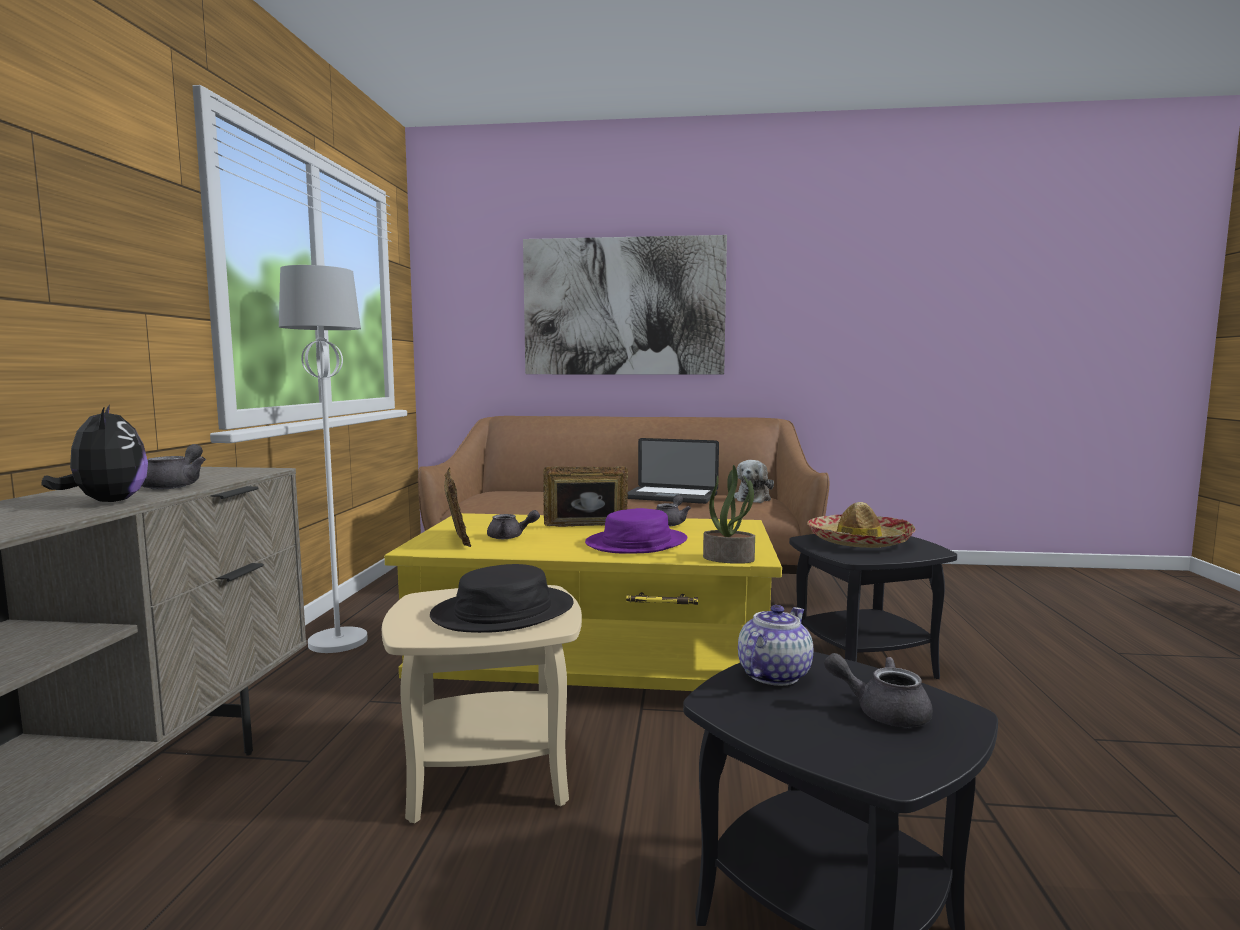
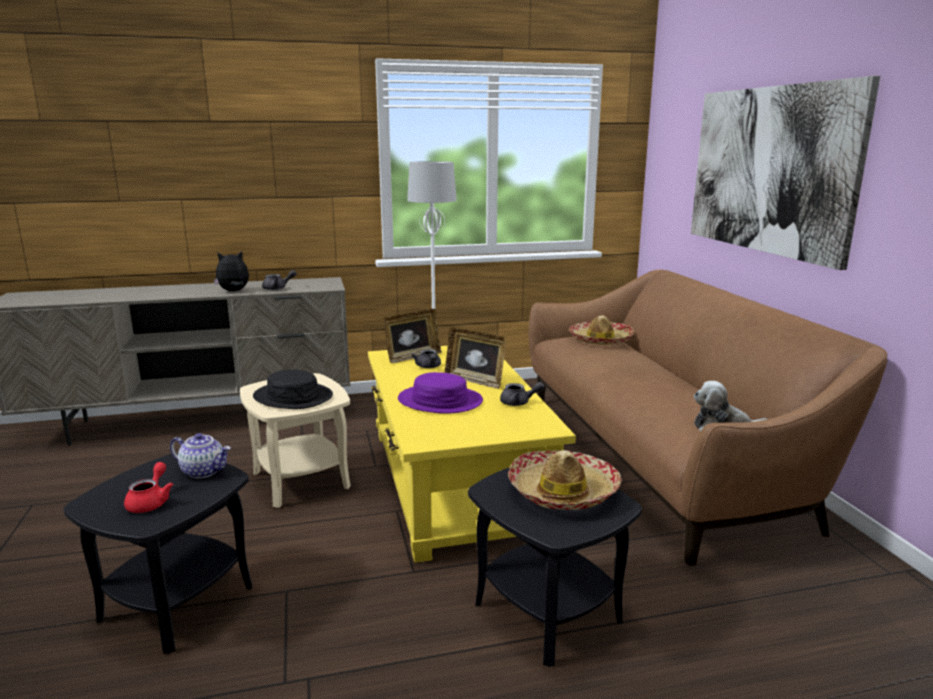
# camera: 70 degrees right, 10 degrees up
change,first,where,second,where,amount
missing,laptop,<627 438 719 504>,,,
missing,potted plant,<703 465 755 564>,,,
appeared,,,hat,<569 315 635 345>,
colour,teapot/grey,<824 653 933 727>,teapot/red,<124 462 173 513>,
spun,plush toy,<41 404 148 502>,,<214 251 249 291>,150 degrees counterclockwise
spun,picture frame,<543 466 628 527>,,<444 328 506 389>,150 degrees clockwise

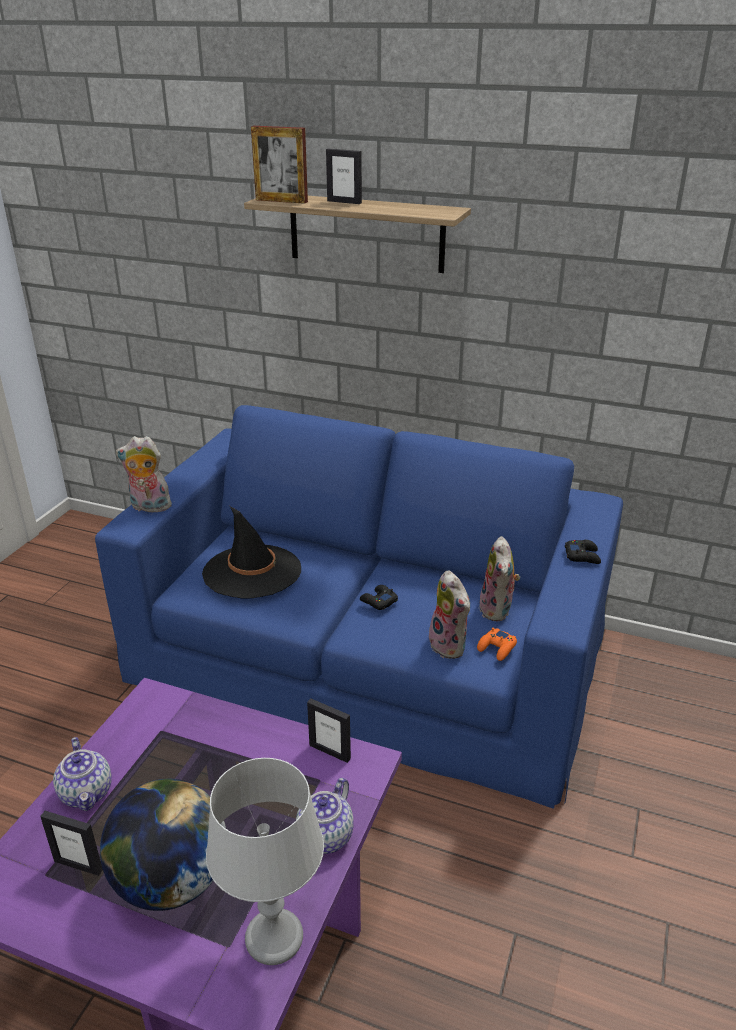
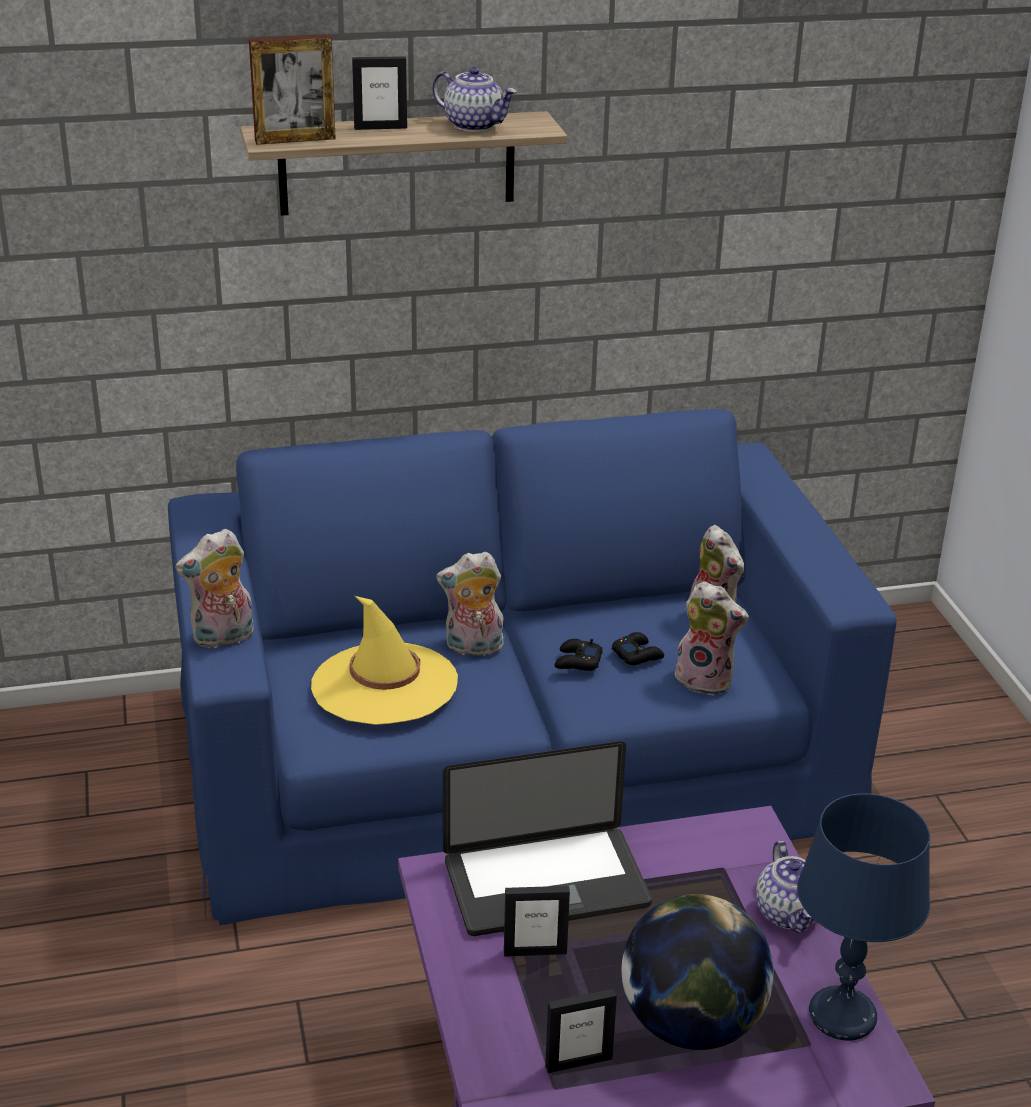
# camera: 35 degrees left, 0 degrees up
change,first,where,second,where,amount
missing,game controller/orange,<477 627 517 661>,,,
appeared,,,plush toy,<436 551 505 656>,
appeared,,,laptop,<443 741 652 936>,
relocated,teapot,<53 737 112 811>,,<432 67 517 132>,
relocated,picture frame,<307 698 351 763>,,<504 886 570 957>,
relocated,game controller/black,<565 540 601 564>,,<612 632 664 665>,
colour,hat/black,<202 506 301 599>,hat/yellow,<311 596 458 725>,
colour,table lamp/grey,<206 758 324 965>,table lamp/blue,<797 794 930 1041>,

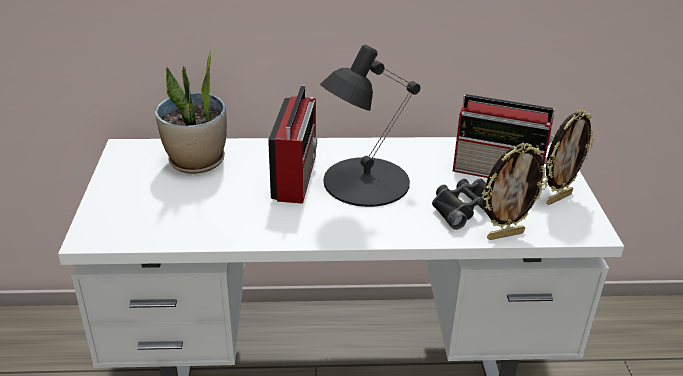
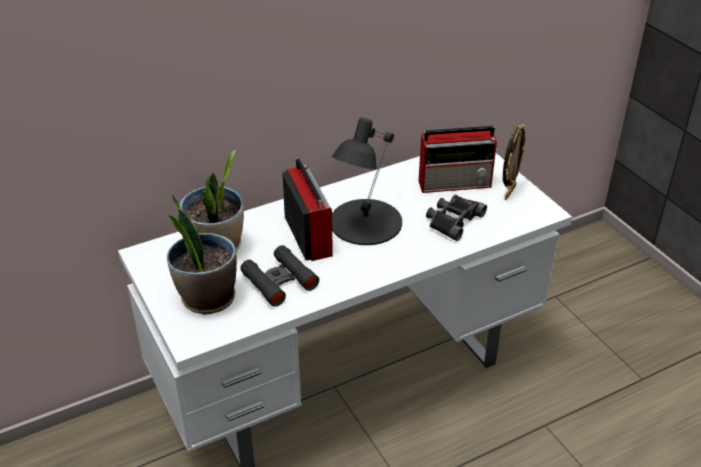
# camera: 25 degrees left, 5 degrees up
change,first,where,second,where,amount
missing,picture frame,<482 143 548 240>,,,
appeared,,,potted plant,<167 193 237 315>,
appeared,,,binoculars/black,<240 245 319 307>,

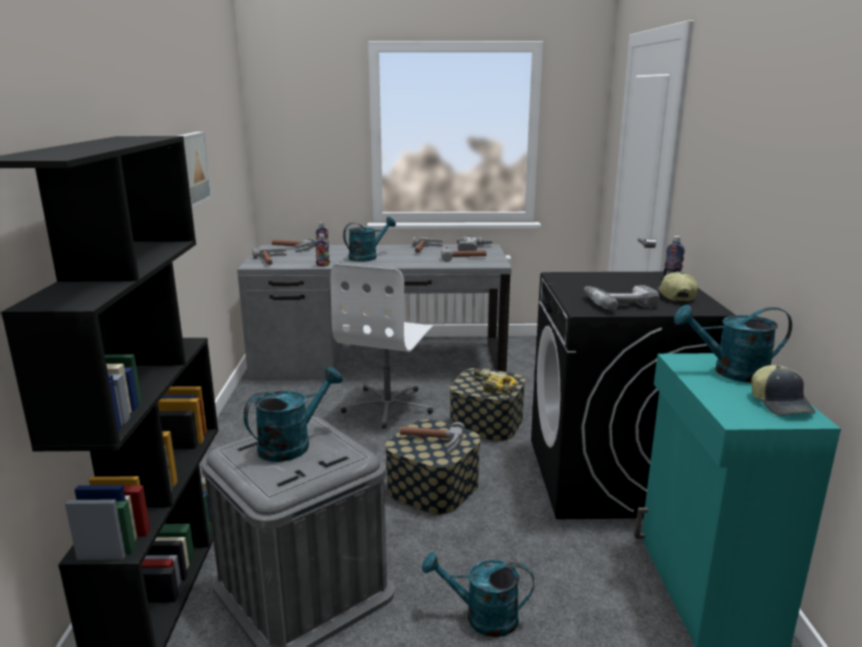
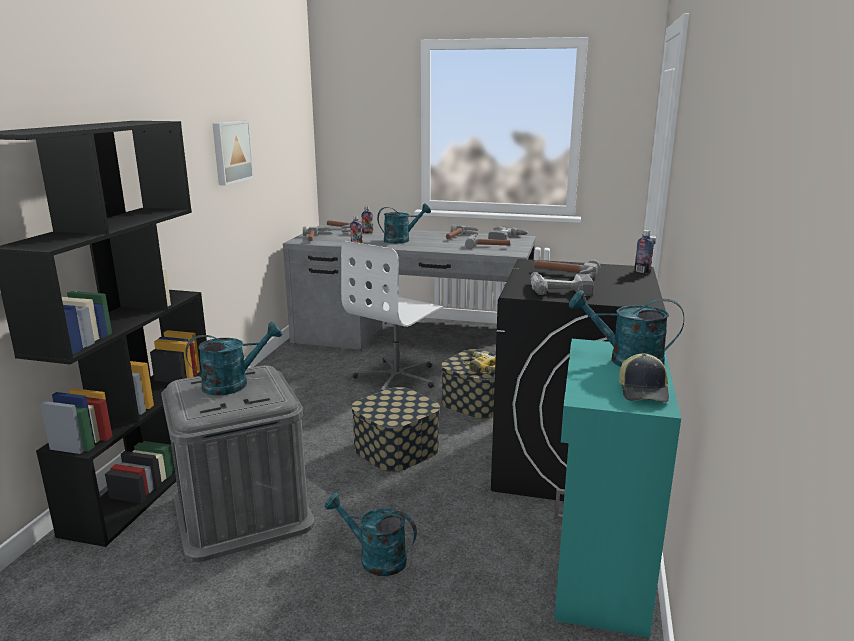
# camera: 15 degrees right, 0 degrees up
change,first,where,second,where,amount
missing,cap,<657 271 698 301>,,,
relocated,hammer,<400 422 465 454>,,<534 260 601 278>,

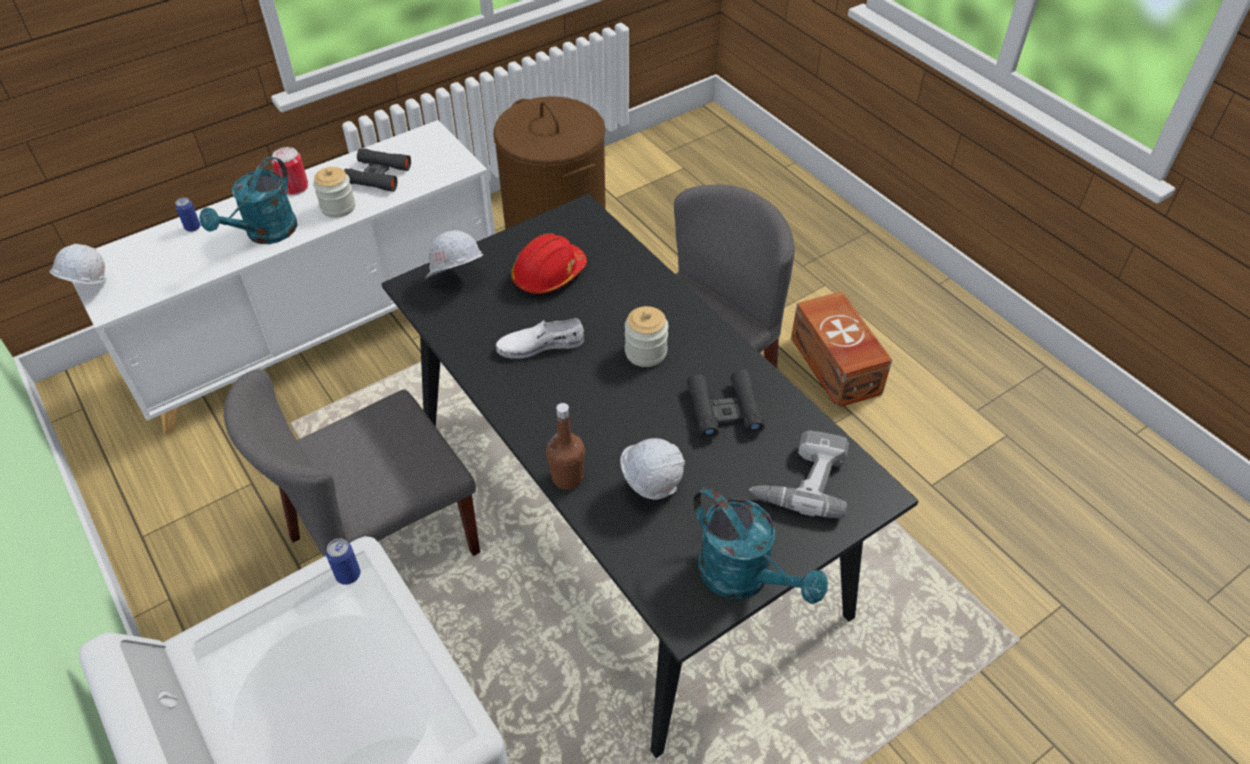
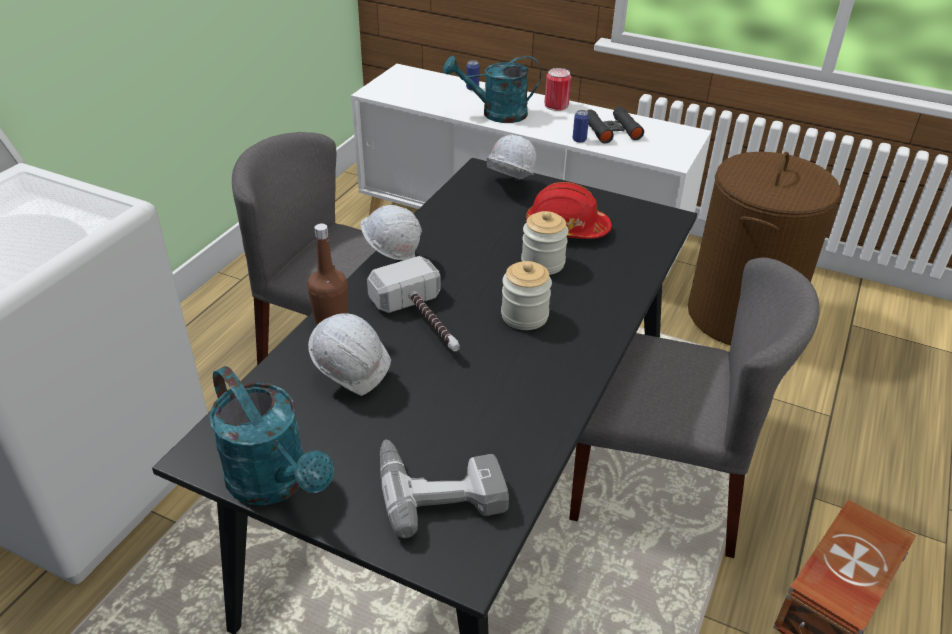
# camera: 60 degrees right, 10 degrees down
change,first,where,second,where,amount
missing,shoe/white,<496 318 584 359>,,,
missing,binoculars/black,<687 369 765 439>,,,
appeared,,,hammer,<367 256 460 351>,
relocated,hard hat/white,<50 244 107 284>,,<360 205 422 261>,
relocated,jar,<313 167 355 218>,,<521 211 569 275>,
relocated,can,<326 538 360 585>,,<572 110 589 143>,
spun,watering can/turquoise,<693 486 828 604>,,<209 366 334 506>,60 degrees counterclockwise

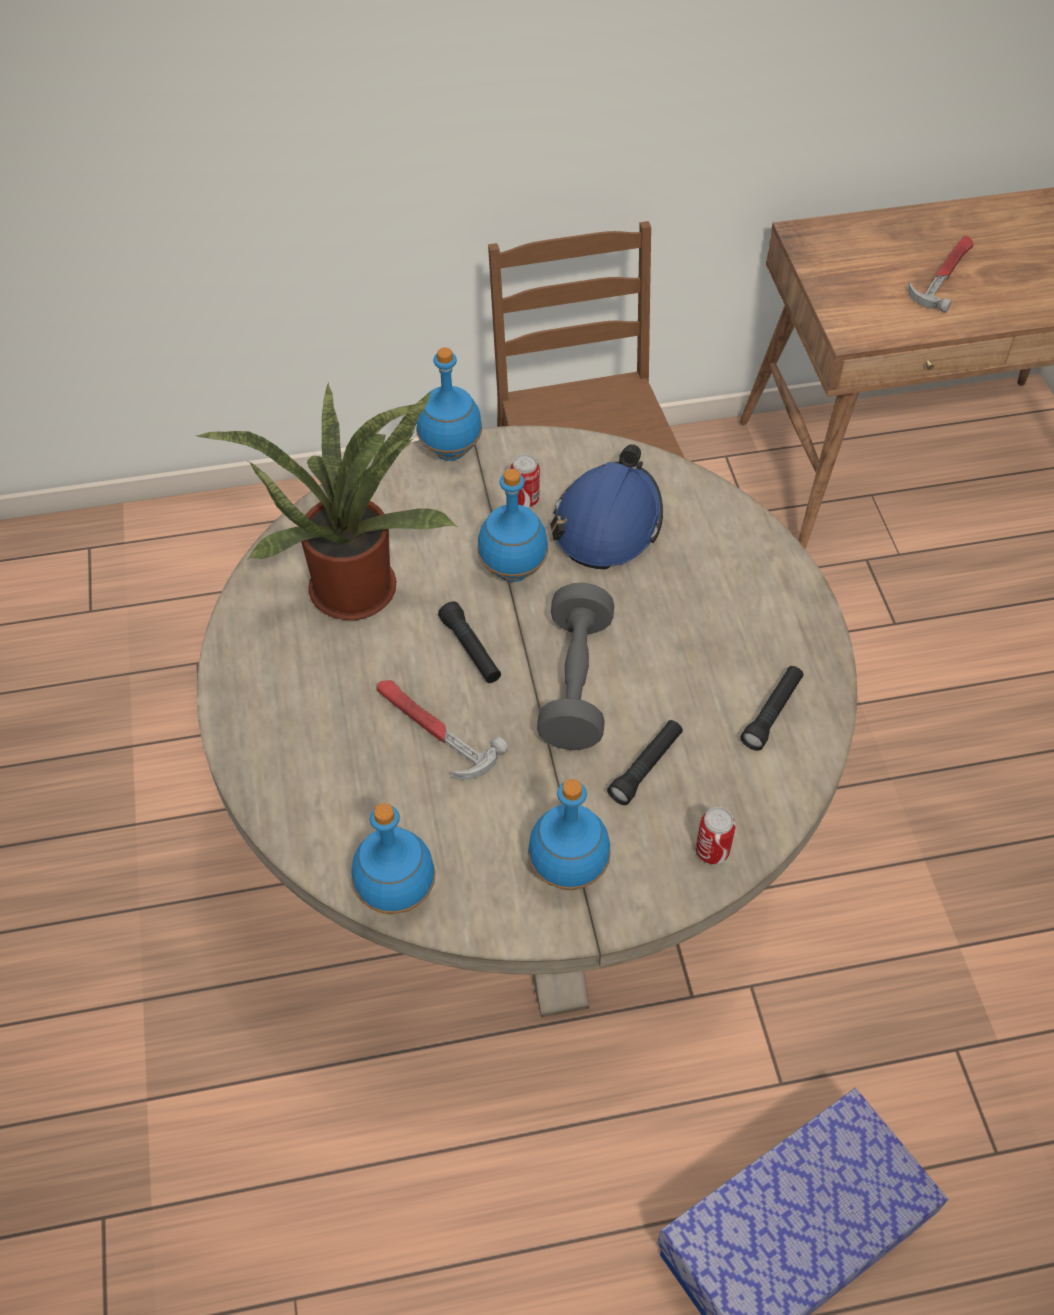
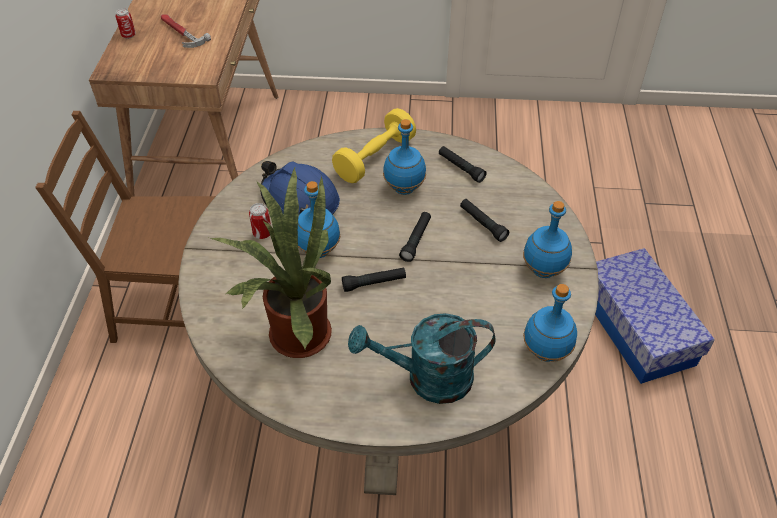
# camera: 75 degrees left, 5 degrees down
change,first,where,second,where,amount
missing,hammer,<377 680 508 780>,,,
appeared,,,dumbbell/yellow,<332 108 416 183>,
appeared,,,watering can/turquoise,<348 313 496 404>,
relocated,bottle/blue,<416 348 482 461>,,<383 119 426 195>,
relocated,can,<696 807 736 864>,,<116 8 136 39>,
exchanged,dumbbell/grey,<537 583 614 750>,flashlight/black,<399 212 431 262>,

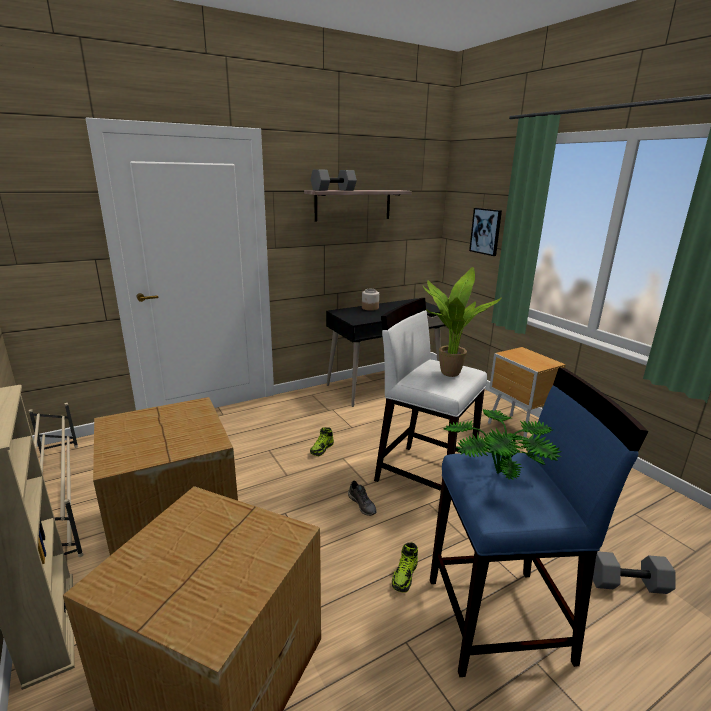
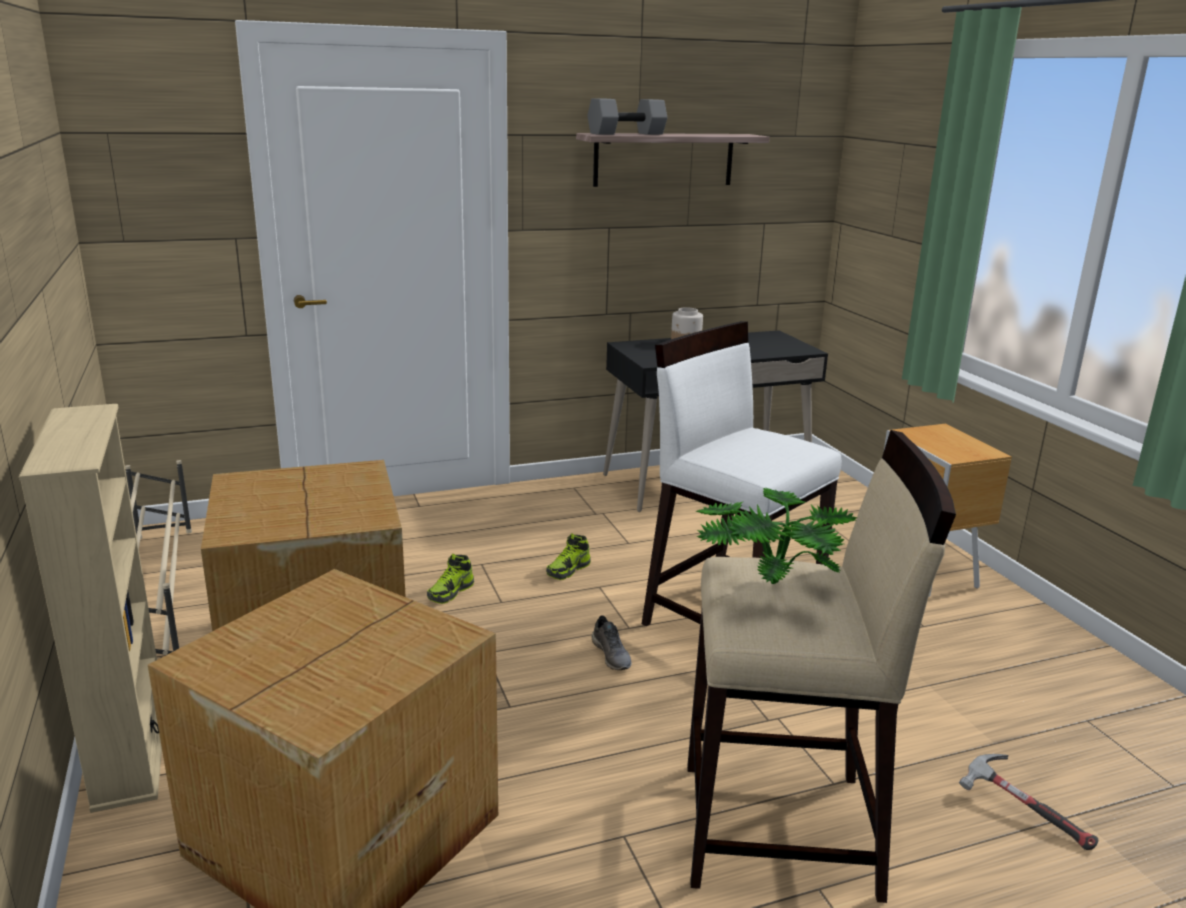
# camera: 10 degrees right, 0 degrees up
change,first,where,second,where,amount
missing,potted plant,<423 267 502 377>,,,
missing,picture,<469 208 502 256>,,,
relocated,shoe,<392 542 418 593>,,<427 554 474 604>,
exchanged,dumbbell/grey,<593 551 676 594>,hammer,<959 754 1098 850>,
colour,stool/blue,<430 367 649 677>,stool/beige,<687 430 956 903>,

